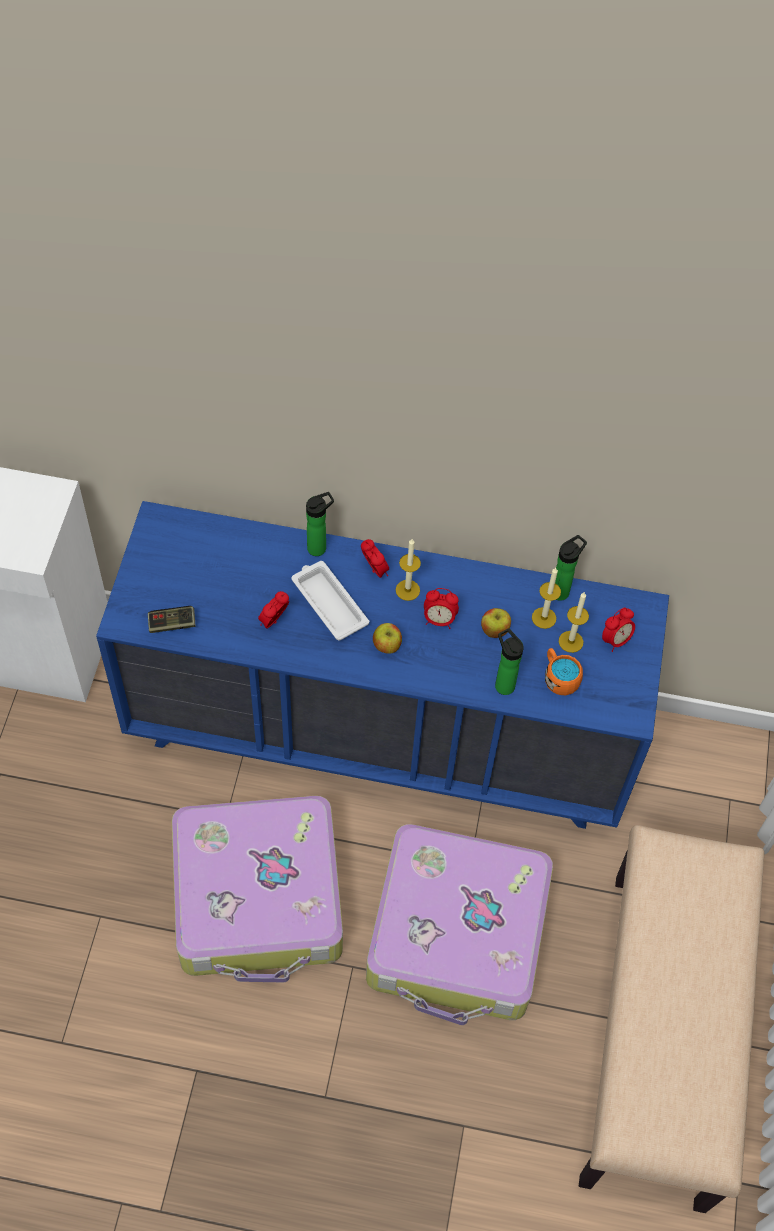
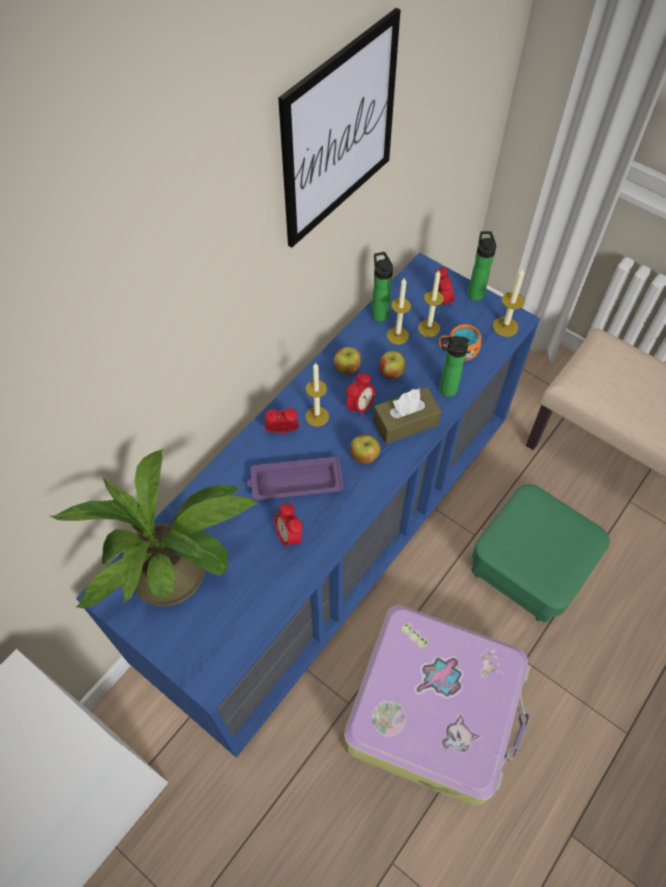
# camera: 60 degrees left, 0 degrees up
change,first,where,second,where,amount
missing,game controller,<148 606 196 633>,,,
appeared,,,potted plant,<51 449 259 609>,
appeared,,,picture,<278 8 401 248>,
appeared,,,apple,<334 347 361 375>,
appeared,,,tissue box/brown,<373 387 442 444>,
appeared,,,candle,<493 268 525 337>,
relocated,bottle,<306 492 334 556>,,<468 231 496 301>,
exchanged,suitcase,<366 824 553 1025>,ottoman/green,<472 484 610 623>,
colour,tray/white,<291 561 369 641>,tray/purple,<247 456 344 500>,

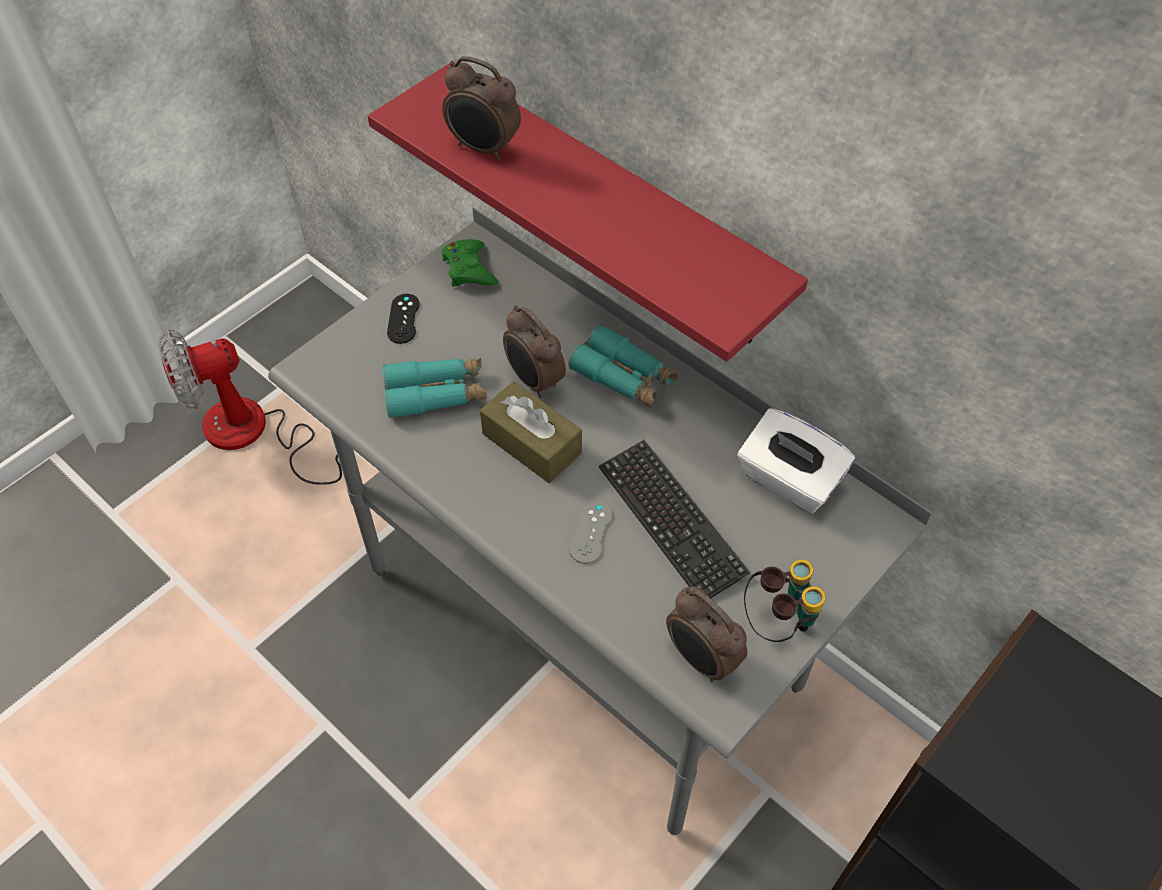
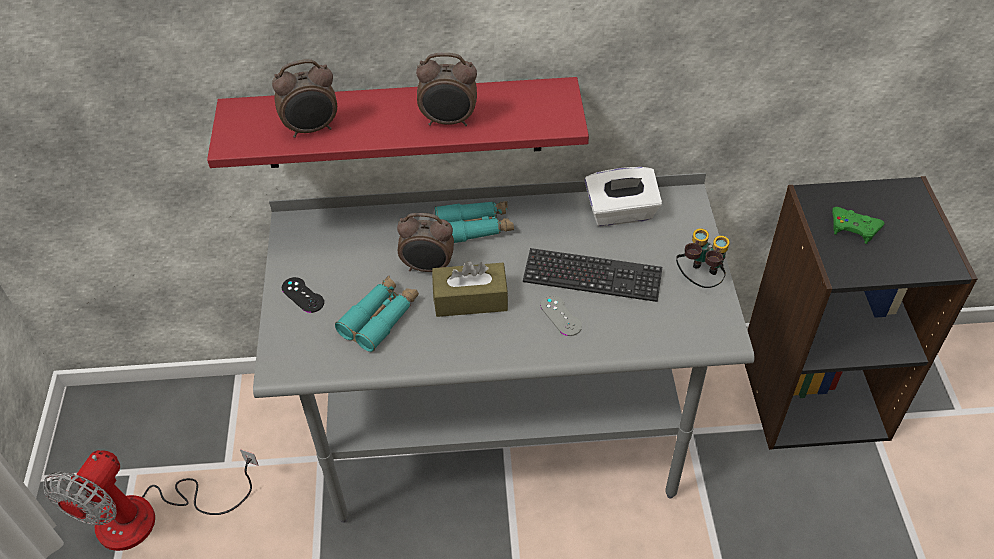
# camera: 45 degrees left, 5 degrees down
change,first,where,second,where,amount
relocated,game controller/green,<442 239 499 287>,,<832 207 884 244>,
relocated,alarm clock,<666 587 747 682>,,<416 53 477 126>,

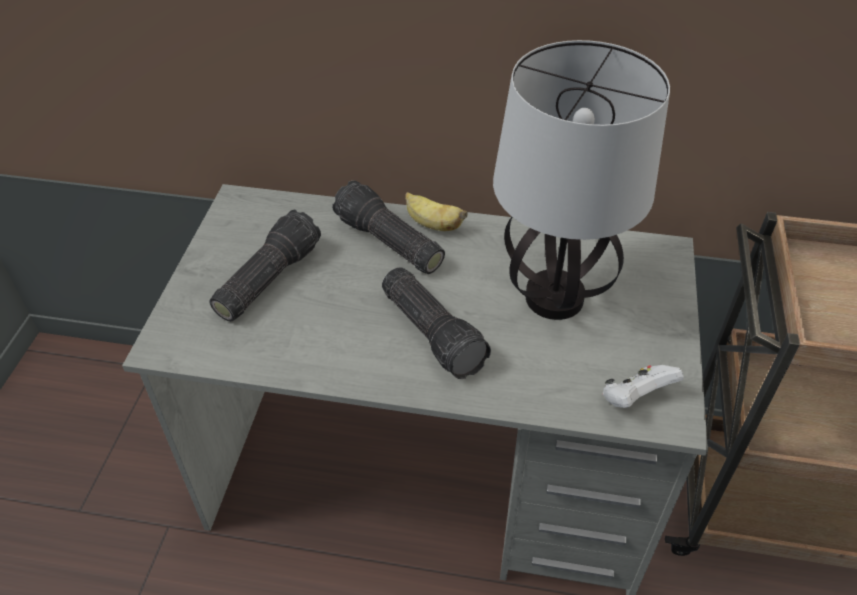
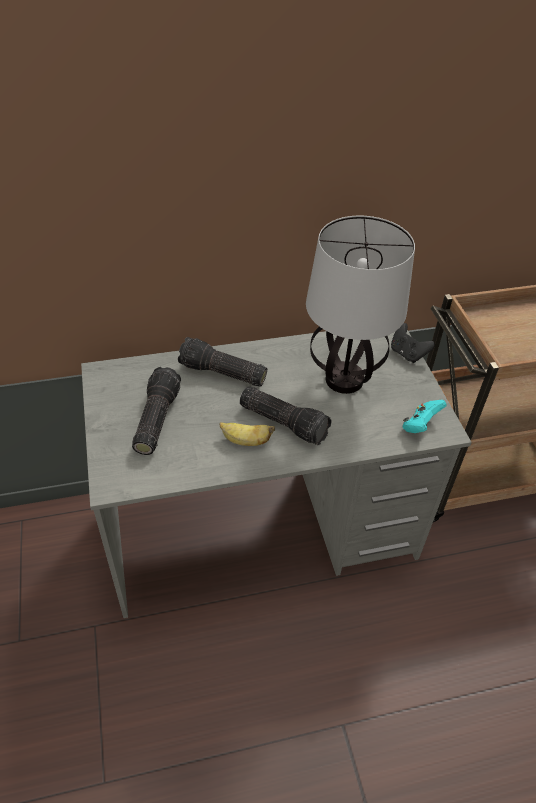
# camera: 25 degrees left, 0 degrees up
change,first,where,second,where,amount
appeared,,,game controller/black,<391 323 435 363>,
relocated,banana,<405 192 468 231>,,<219 422 275 446>,
colour,game controller/white,<603 365 684 408>,game controller/turquoise,<402 400 447 433>,

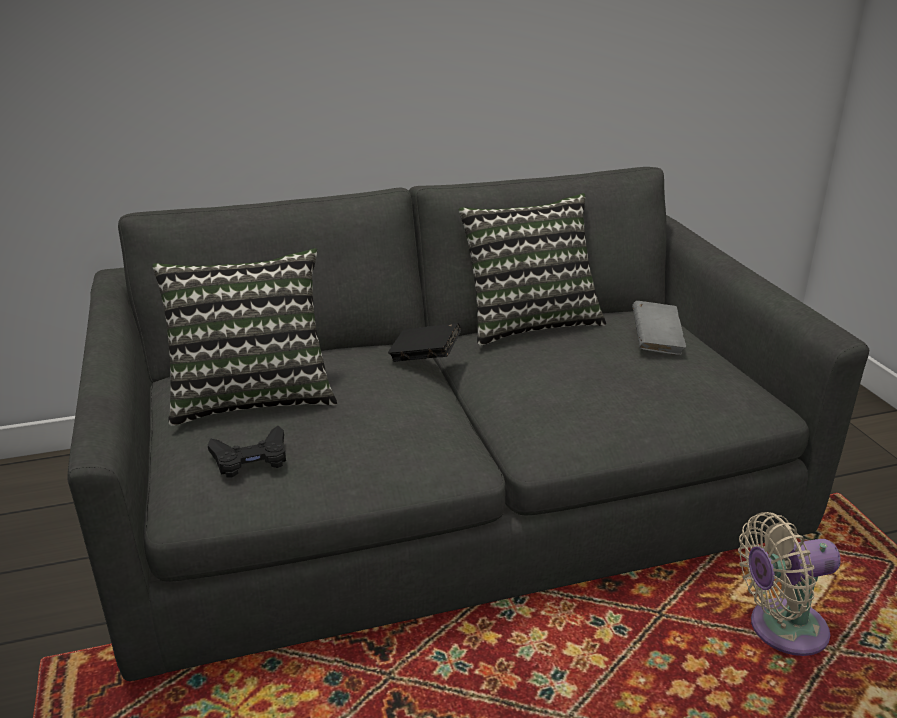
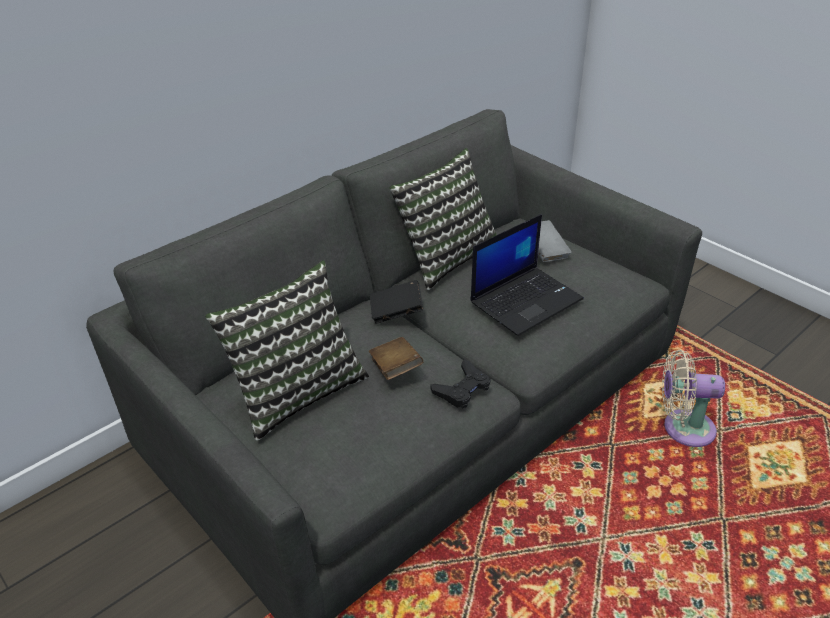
# camera: 25 degrees left, 10 degrees up
change,first,where,second,where,amount
appeared,,,book/brown,<369 337 423 380>,
appeared,,,laptop,<470 214 584 336>,
relocated,game controller/black,<208 426 286 478>,,<431 359 491 408>,
spun,fan/beige,<738 512 841 656>,,<662 350 725 447>,45 degrees clockwise

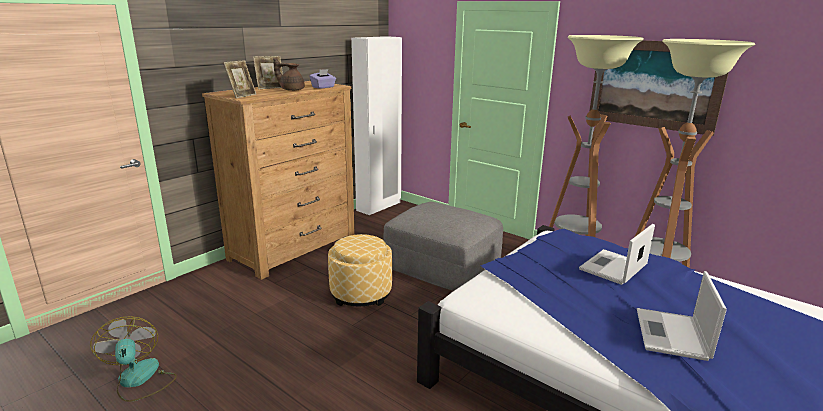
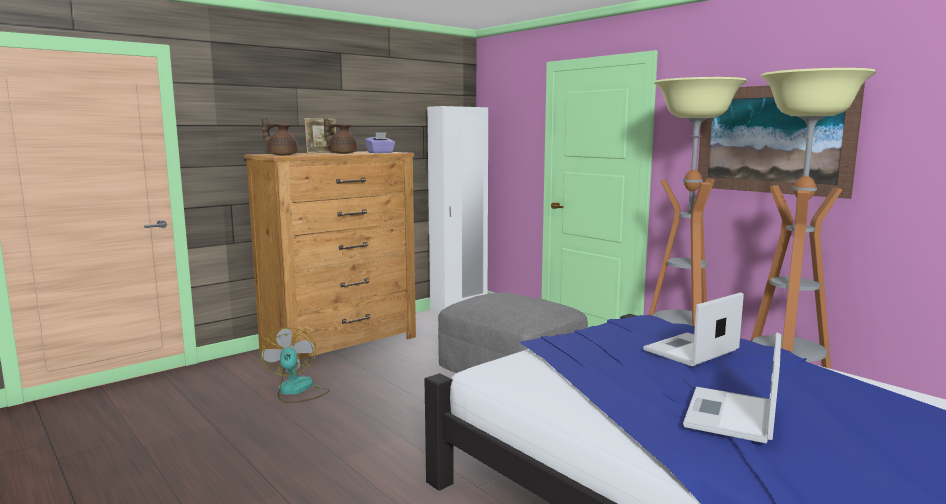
# camera: 10 degrees right, 10 degrees down
change,first,where,second,where,amount
missing,ottoman,<328 234 392 306>,,,
relocated,fan,<90 316 177 402>,,<260 328 330 403>,
exchanged,picture frame,<223 60 256 99>,teapot/brown,<262 117 298 155>,

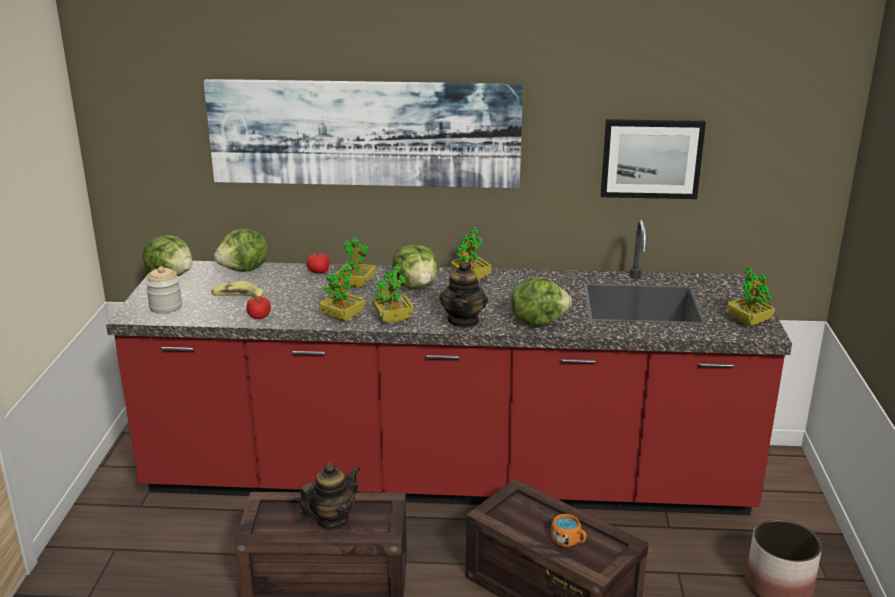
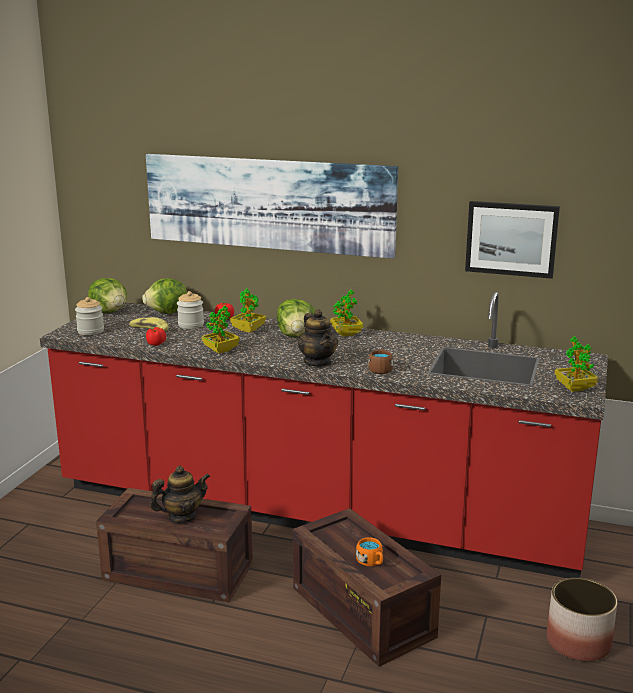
# camera: 15 degrees right, 5 degrees down
change,first,where,second,where,amount
missing,potted plant,<372 264 414 323>,,,
appeared,,,jar,<177 291 204 329>,
exchanged,lettuce,<511 277 572 326>,mug/brown,<368 348 393 374>,
spun,teapot,<439 261 488 327>,,<298 309 338 367>,45 degrees counterclockwise

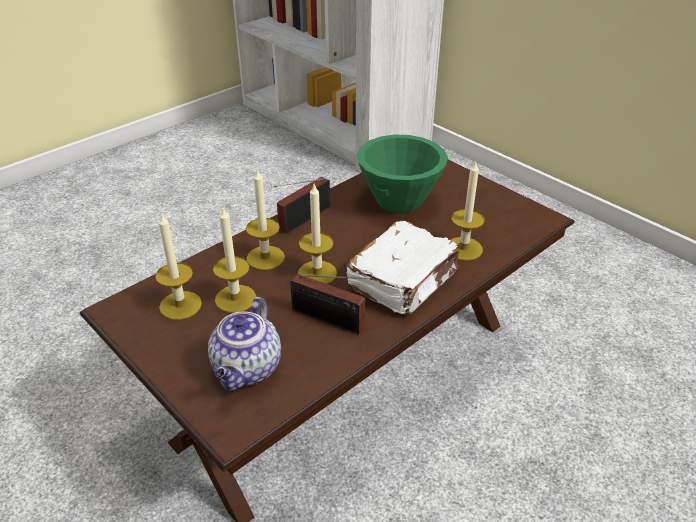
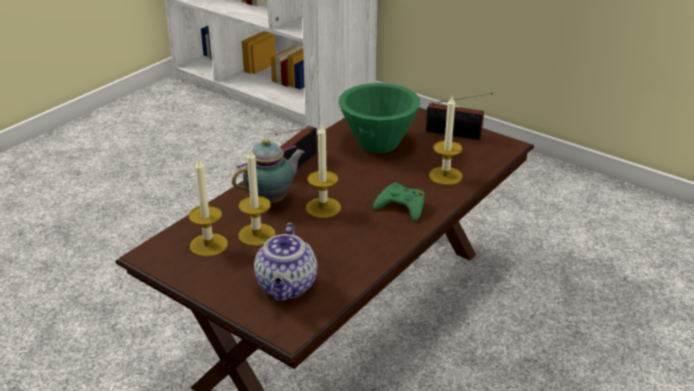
# camera: 10 degrees left, 5 degrees down
change,first,where,second,where,amount
relocated,radio,<290 274 373 334>,,<426 93 493 140>,
exchanged,candle,<246 169 285 270>,teapot,<232 139 305 203>,
exchanged,book/white,<347 221 459 315>,game controller/green,<373 183 425 221>,

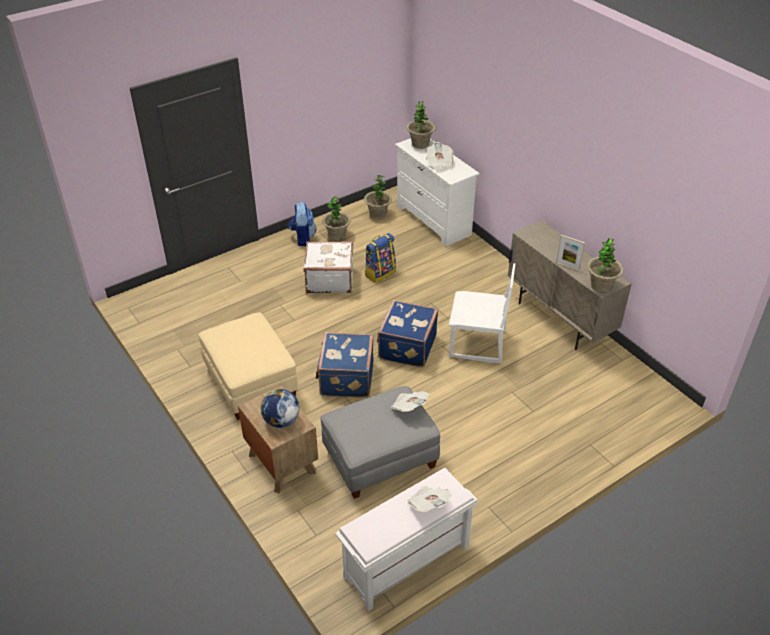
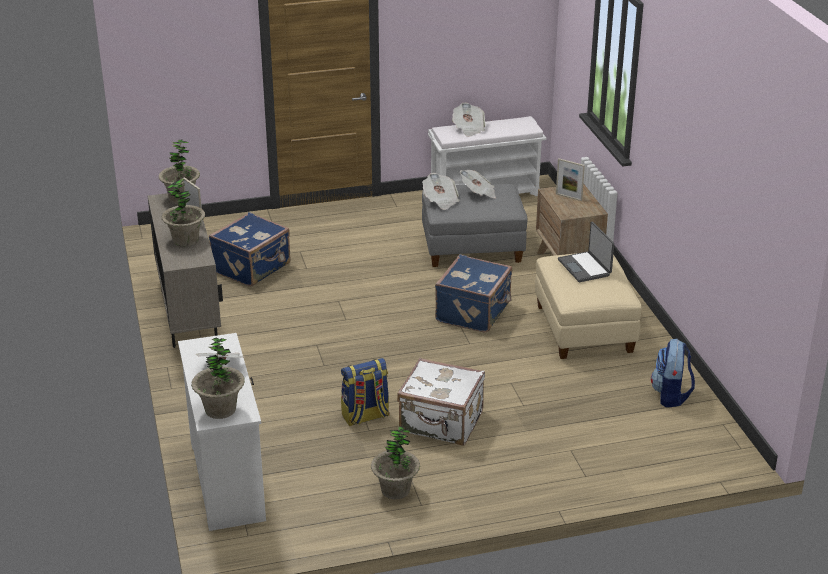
# camera: 160 degrees left, 10 degrees down
change,first,where,second,where,amount
missing,chair/white,<449 263 515 363>,,,
appeared,,,newspaper,<460 170 496 198>,
appeared,,,laptop,<558 221 614 282>,
relocated,backpack,<288 202 316 246>,,<651 339 695 407>,
relocated,potted plant,<364 175 392 219>,,<161 178 205 247>,
relocated,suitcase/blue,<377 300 438 368>,,<209 212 291 287>,
exchanged,globe,<260 389 299 428>,picture frame,<556 159 585 201>,

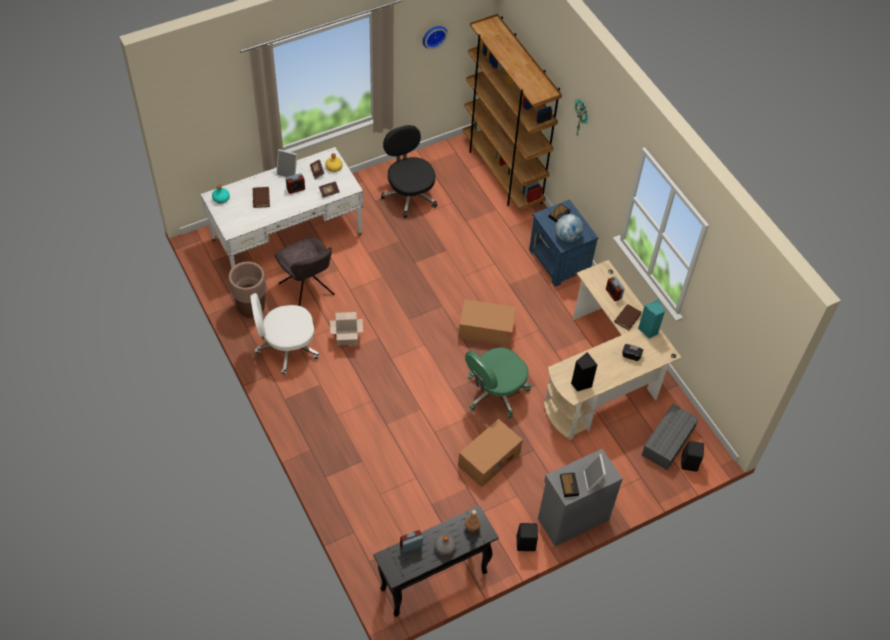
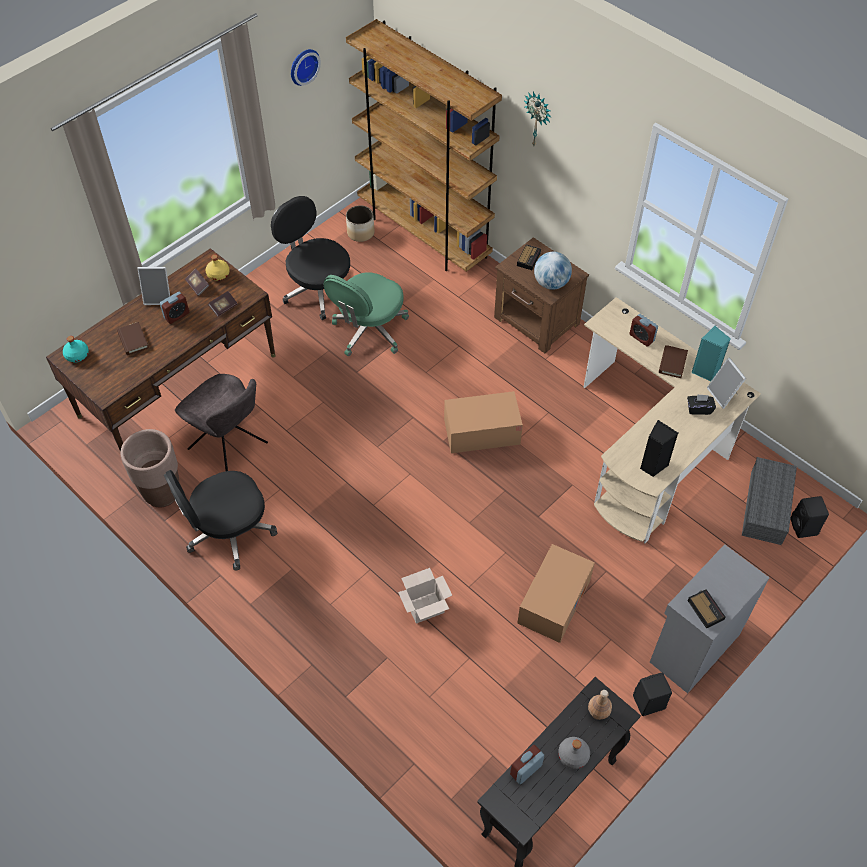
# camera: 15 degrees left, 0 degrees up
change,first,where,second,where,amount
appeared,,,planter,<346 205 375 242>,
relocated,cardboard box,<330 312 363 345>,,<398 568 452 624>,
relocated,office chair/green,<465 348 531 418>,,<324 272 409 356>,
relocated,picture frame,<584 454 606 491>,,<707 357 746 409>,
colour,desk/white,<201 147 364 269>,desk/brown,<46 248 275 452>,
colour,office chair/white,<251 293 319 375>,office chair/black,<164 470 278 570>,
colour,nightstand/blue,<529 199 599 287>,nightstand/brown,<494 237 589 353>,

